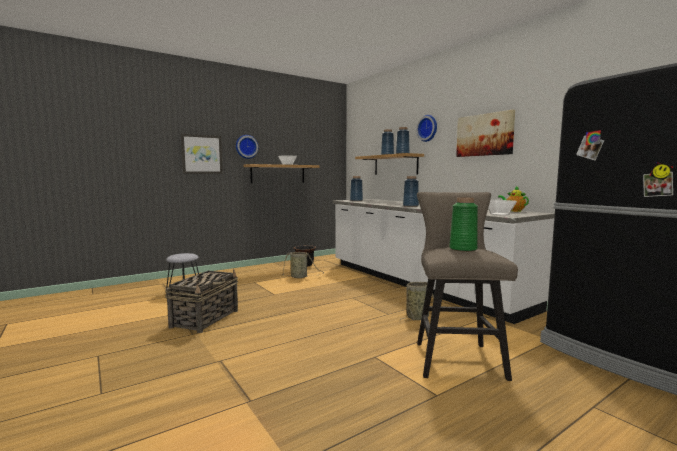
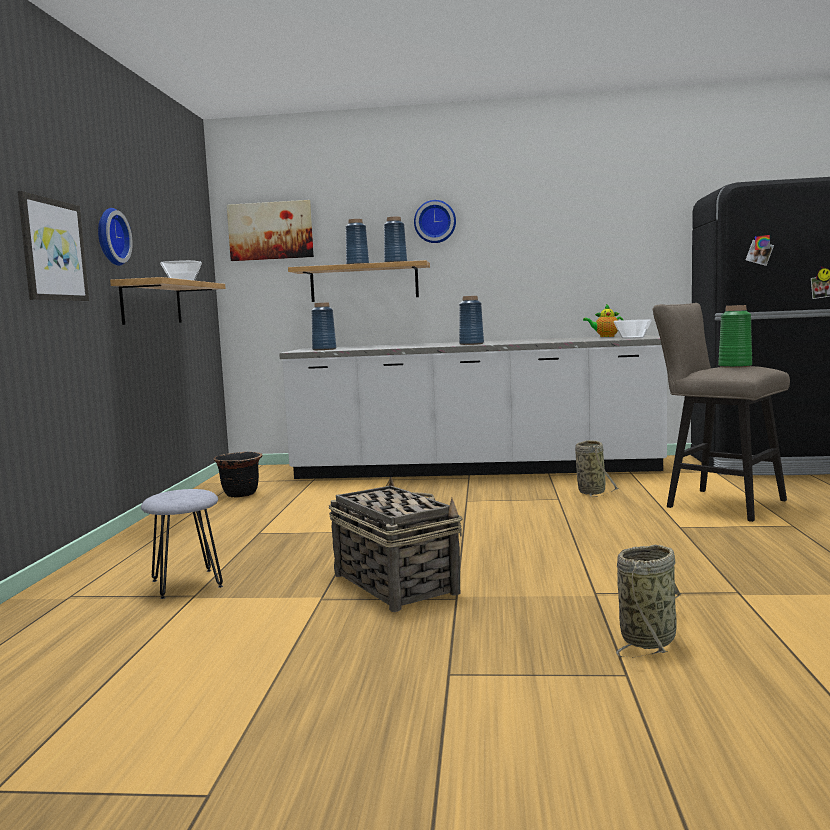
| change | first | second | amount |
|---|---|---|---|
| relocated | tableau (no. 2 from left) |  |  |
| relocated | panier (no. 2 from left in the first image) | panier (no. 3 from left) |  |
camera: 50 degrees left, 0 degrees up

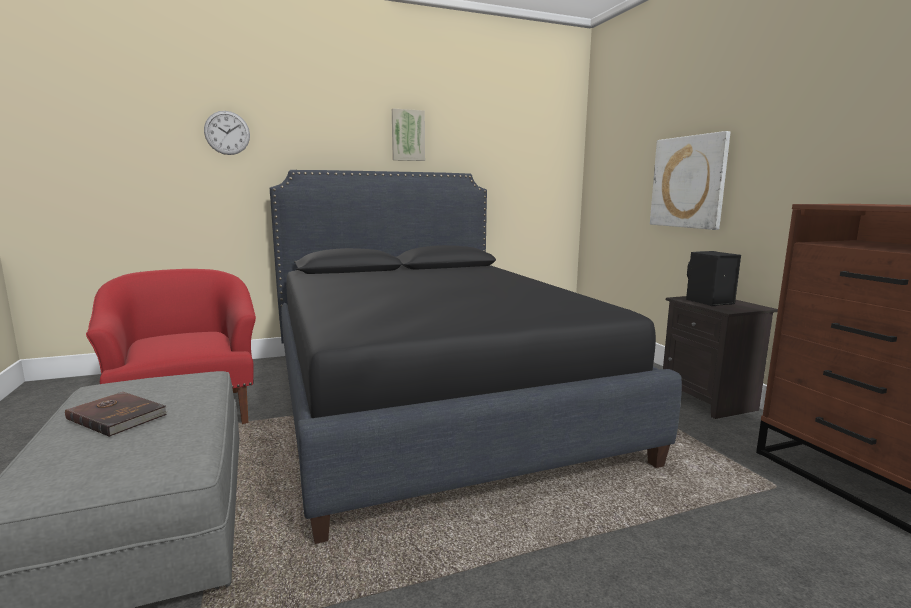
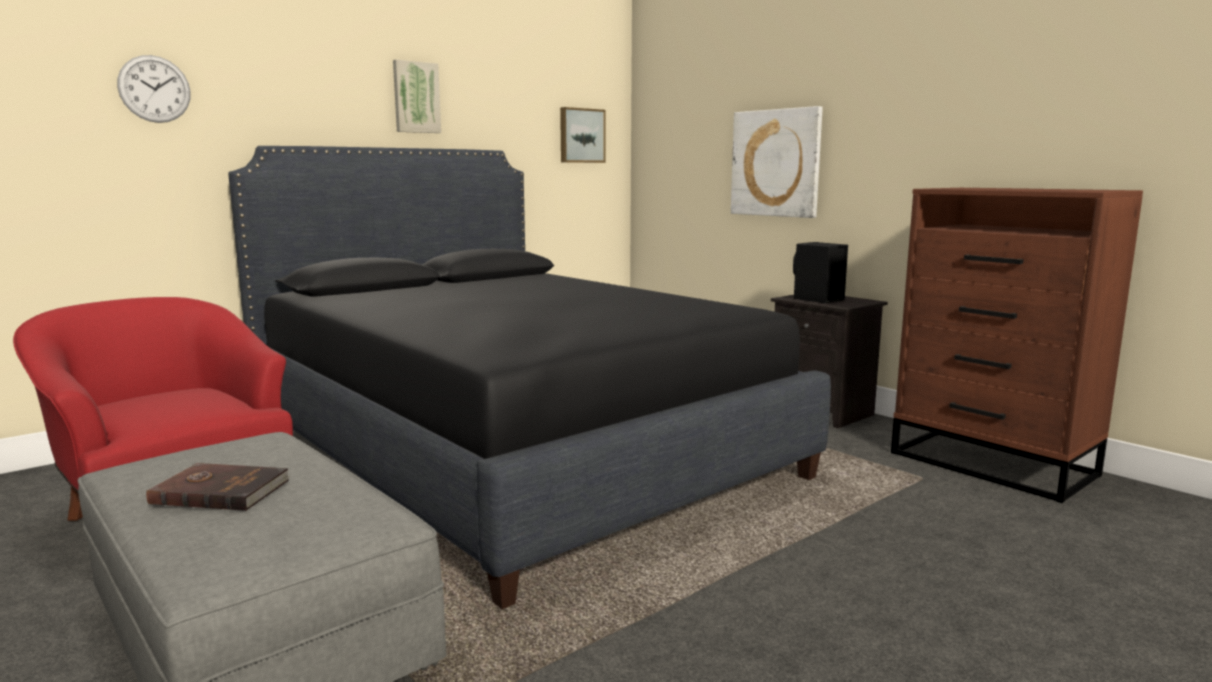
| change | first | second | amount |
|---|---|---|---|
| appeared |  | tableau (no. 2 from left) |  |
camera: 20 degrees left, 0 degrees up

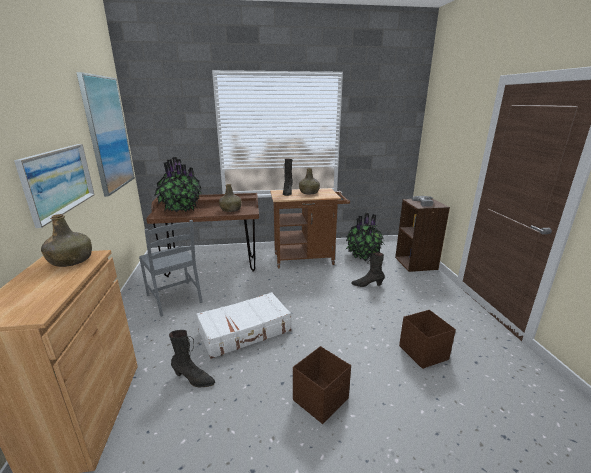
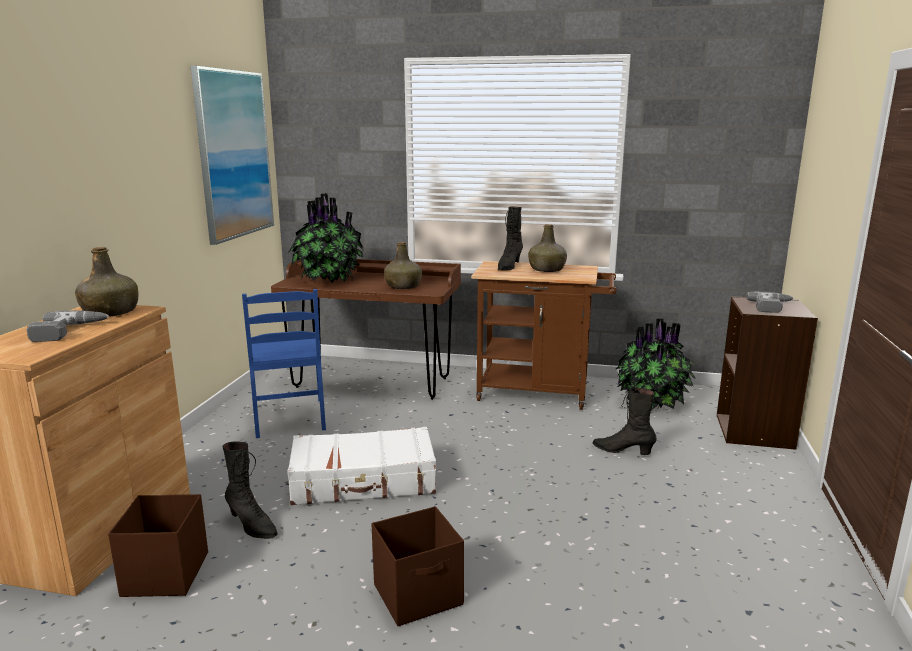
| change | first | second | amount |
|---|---|---|---|
| missing | tableau (no. 1 from left) |  |  |
| colour | chaise [gris] | chaise [bleu] |  |
| relocated | boîte de rangement [marron] (no. 2 from left in the first image) | boîte de rangement [marron] (no. 1 from left) |  |
| appeared |  | perceuse (no. 1 from left) |  |
camera: 20 degrees right, 5 degrees down

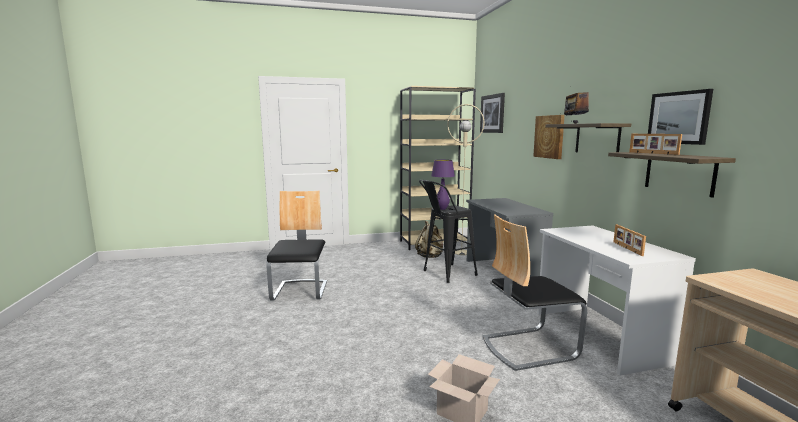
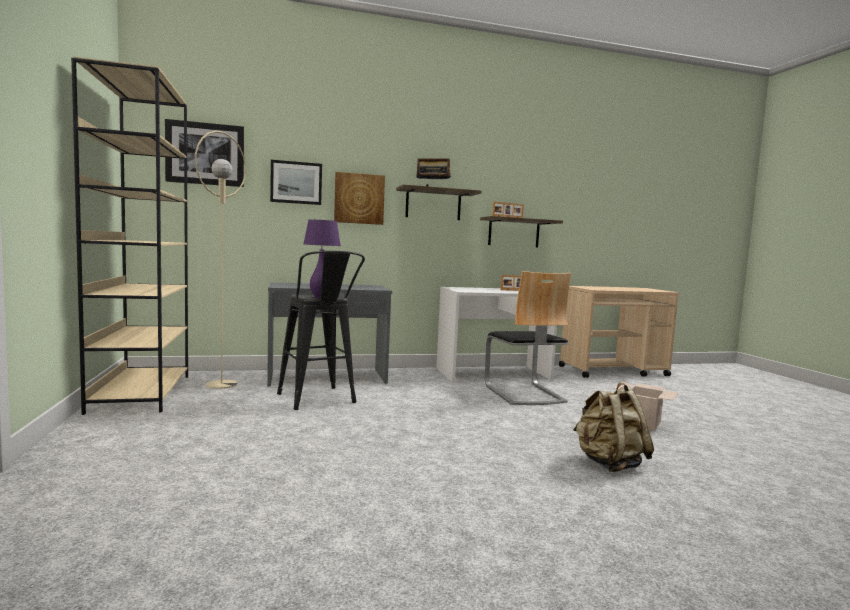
| change | first | second | amount |
|---|---|---|---|
| relocated | tableau (no. 3 from left in the first image) | tableau (no. 2 from left) |  |
| missing | chaise (no. 1 from left) |  |  |
| relocated | sac à dos [beige] |  |  |
camera: 90 degrees left, 5 degrees down

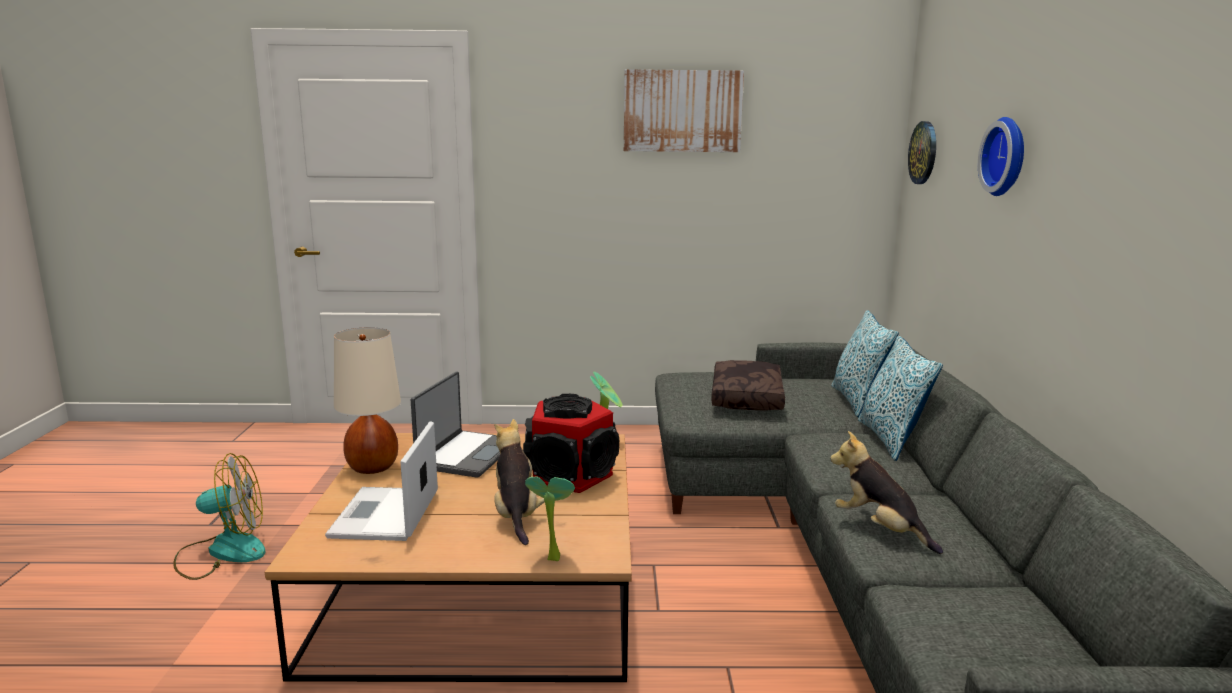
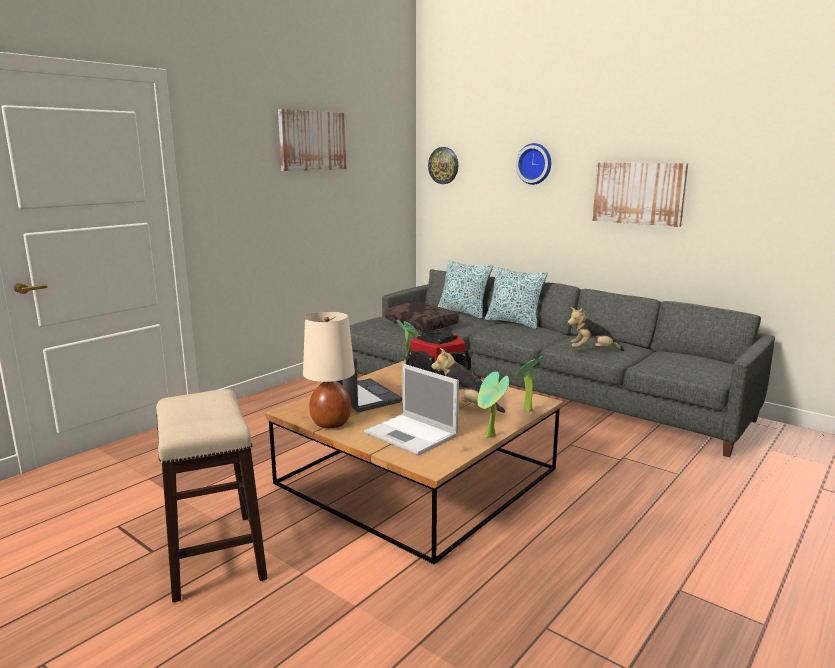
| change | first | second | amount |
|---|---|---|---|
| exchanged | ventilateur | tabouret |  |
| appeared |  | tableau (no. 2 from left) |  |
| appeared |  | plante en pot (no. 2 from left) |  |
camera: 50 degrees left, 0 degrees up

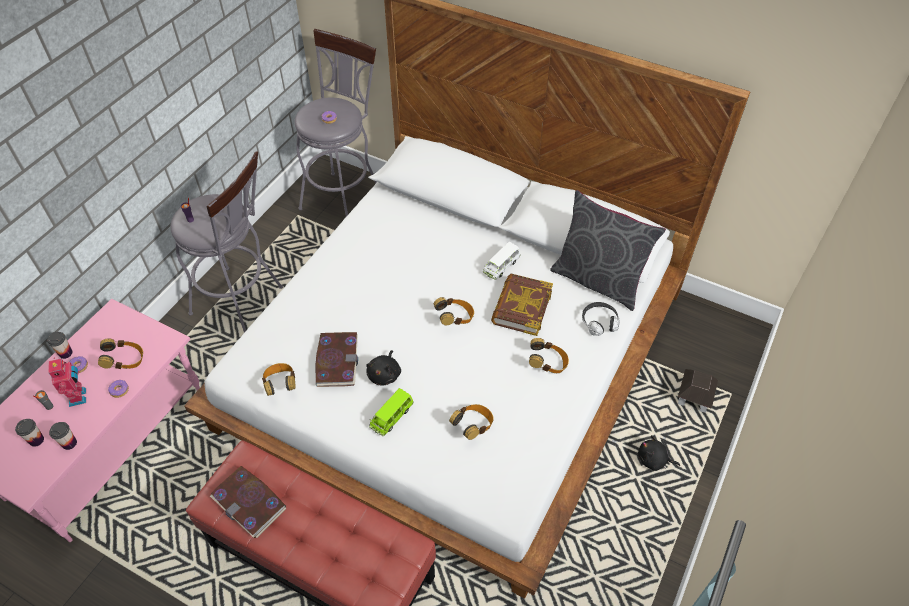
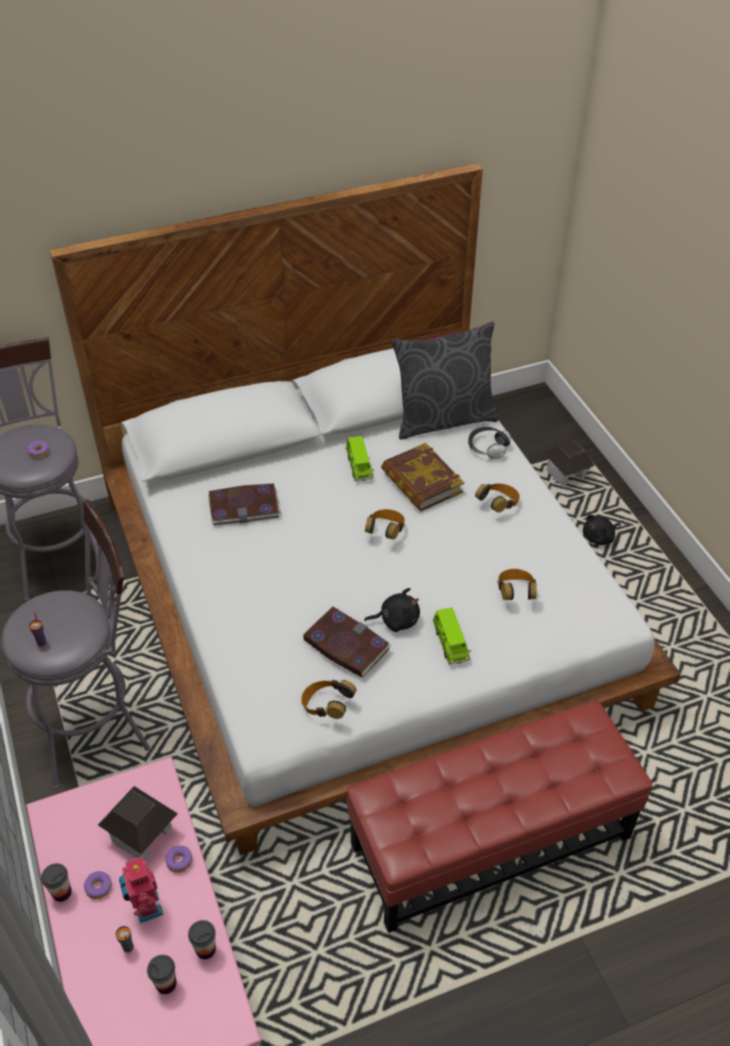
| change | first | second | amount |
|---|---|---|---|
| colour | petite voiture [blanc] | petite voiture [vert] (no. 1 from left) |  |
| exchanged | casque audio (no. 1 from left) | maison miniature (no. 1 from left) |  |
| spun | peluche [noir] (no. 1 from left) |  | 60 degrees counterclockwise |
| spun | robot jouet |  | 135 degrees counterclockwise |
| relocated | livre (no. 1 from left) |  |  |
camera: 50 degrees left, 5 degrees down

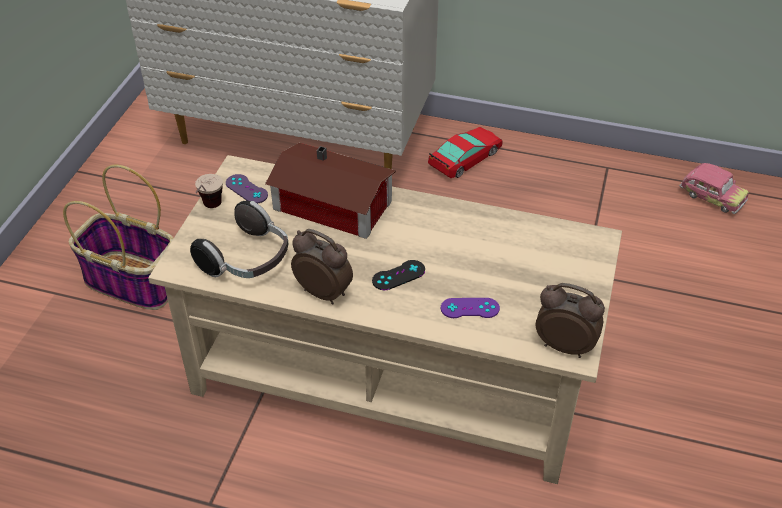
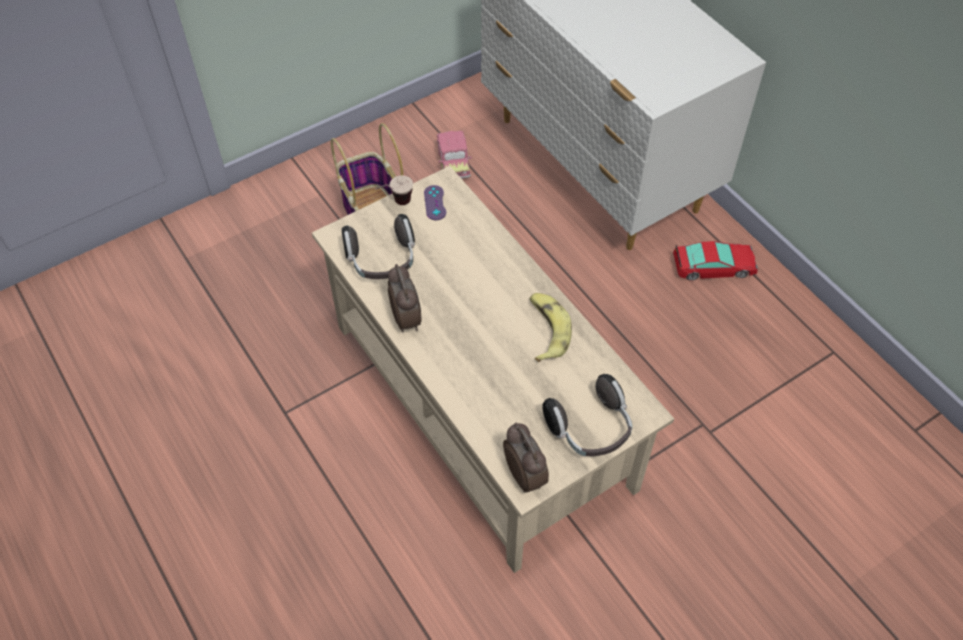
| change | first | second | amount |
|---|---|---|---|
| missing | maison miniature |  |  |
| relocated | petite voiture (no. 2 from left in the first image) | petite voiture (no. 1 from left) |  |
| missing | manette [noir] |  |  |
| missing | manette [violet] (no. 2 from left) |  |  |
| appeared |  | banane |  |
| appeared |  | casque audio (no. 2 from left) |  |
camera: 40 degrees right, 10 degrees up

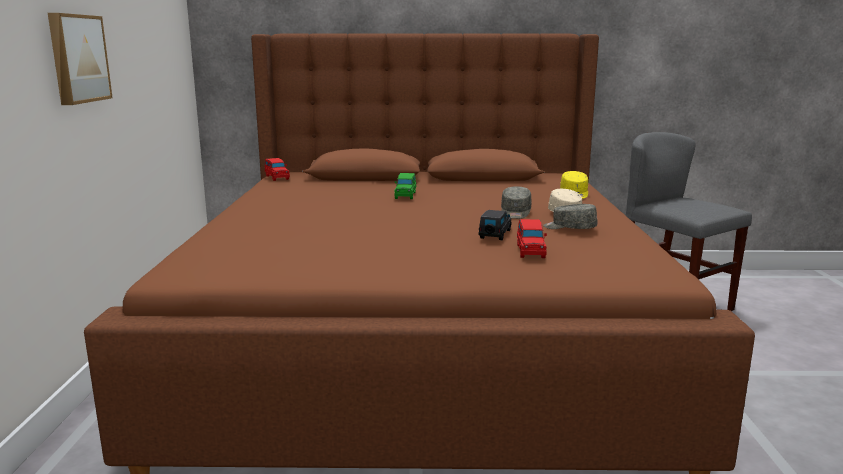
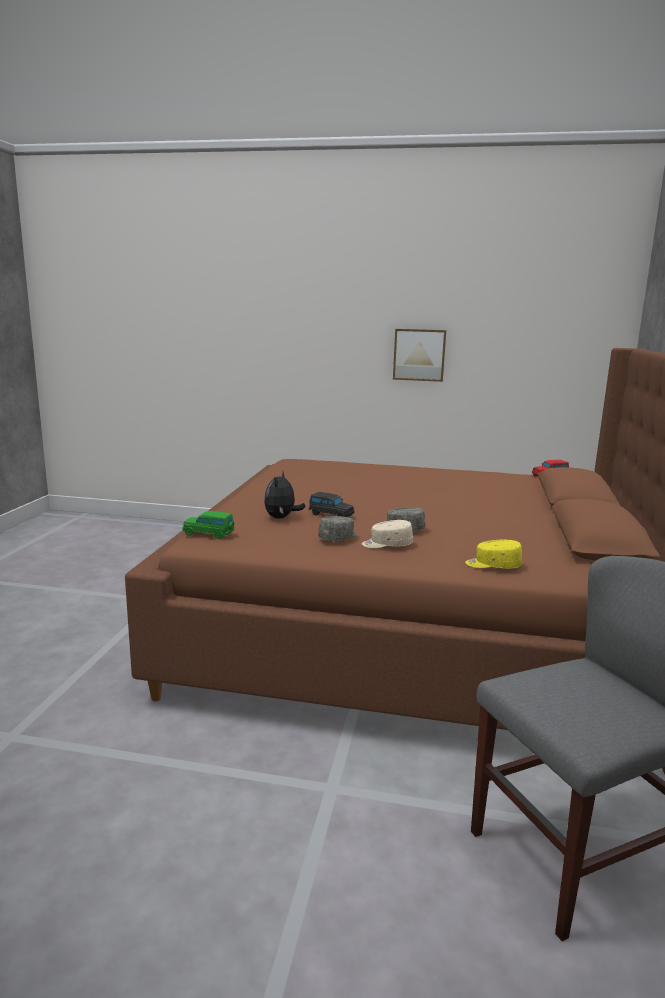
| change | first | second | amount |
|---|---|---|---|
| relocated | petite voiture [vert] |  |  |
| exchanged | petite voiture [rouge] (no. 2 from left) | peluche |  |
camera: 100 degrees right, 0 degrees up

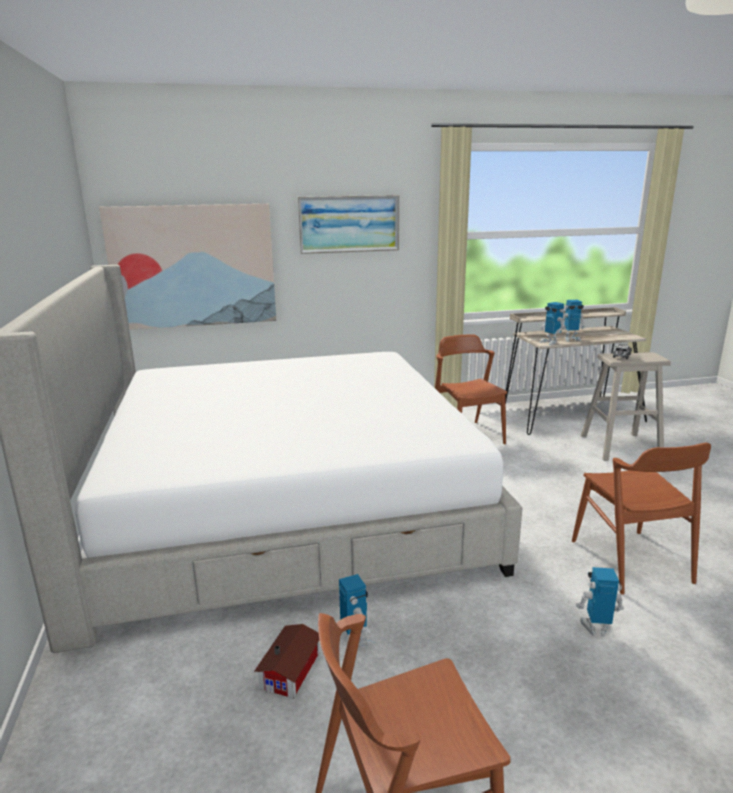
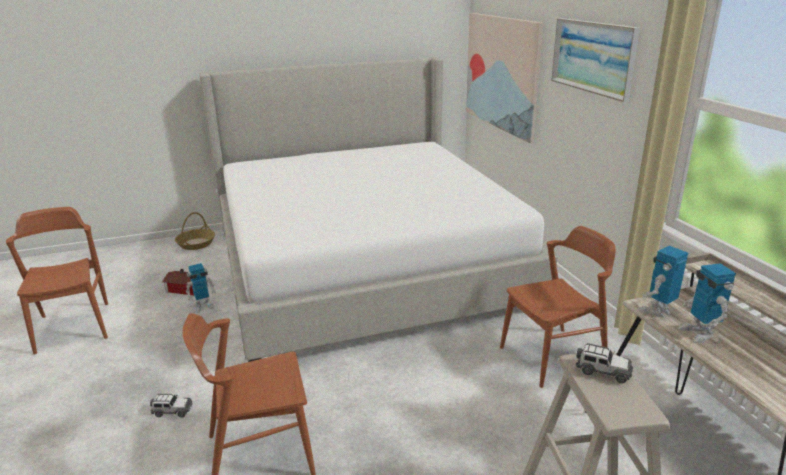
| change | first | second | amount |
|---|---|---|---|
| exchanged | robot jouet (no. 4 from left) | petite voiture (no. 1 from left) |  |
| appeared |  | panier |  |
camera: 85 degrees right, 5 degrees up

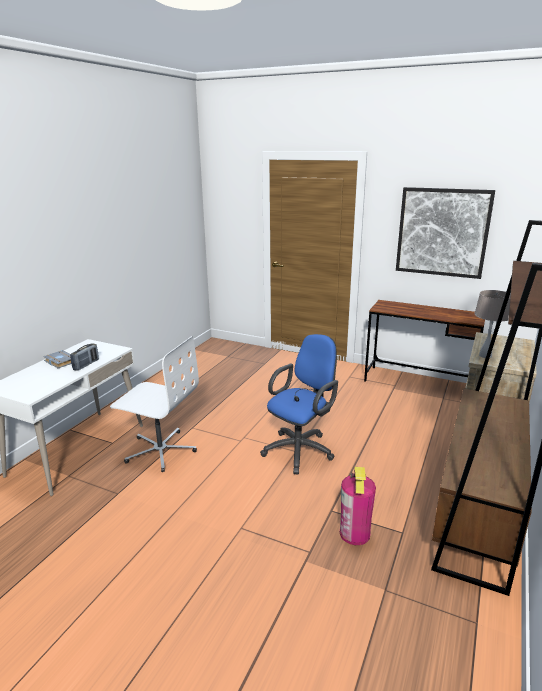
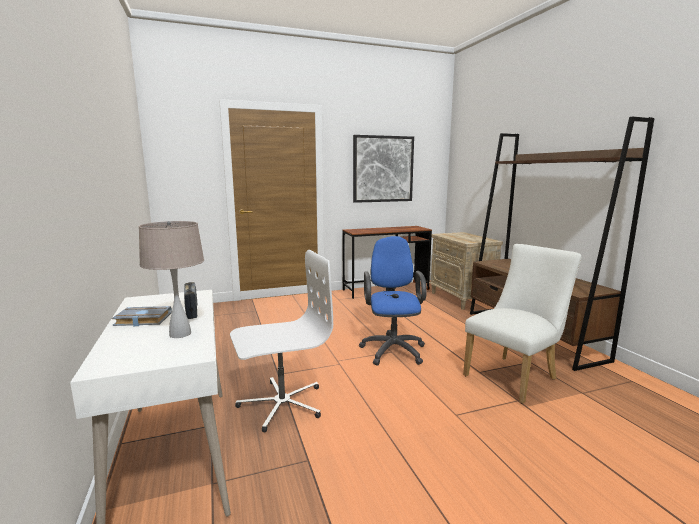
| change | first | second | amount |
|---|---|---|---|
| relocated | lampe de table [beige] |  |  |
| exchanged | extincteur | chaise [blanc] |  |
camera: 45 degrees left, 10 degrees down

